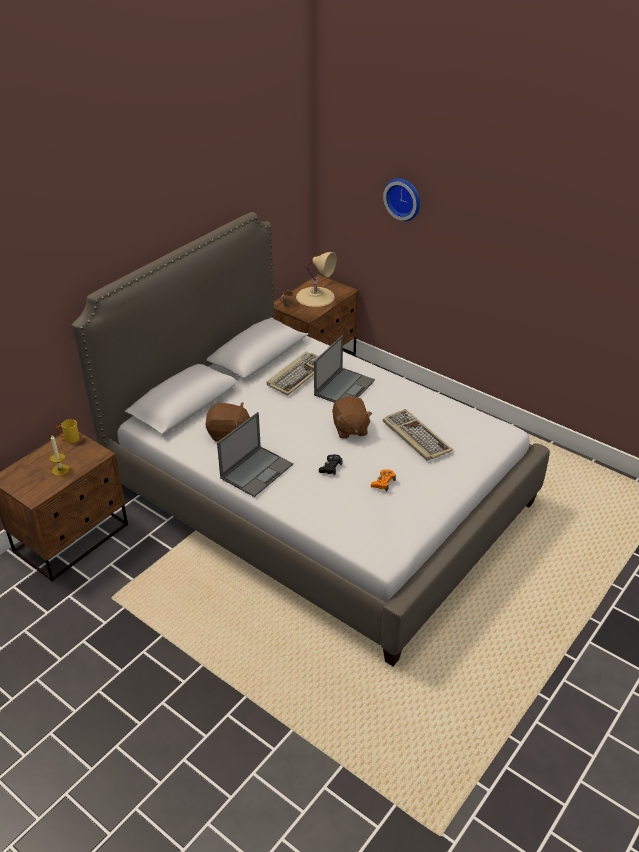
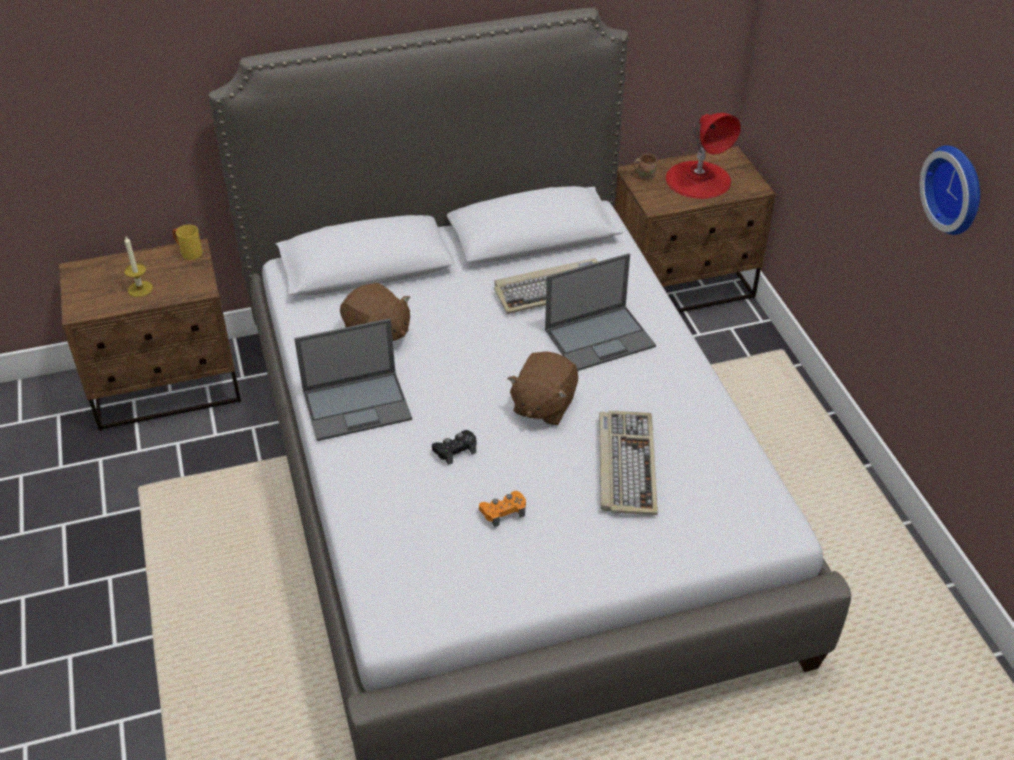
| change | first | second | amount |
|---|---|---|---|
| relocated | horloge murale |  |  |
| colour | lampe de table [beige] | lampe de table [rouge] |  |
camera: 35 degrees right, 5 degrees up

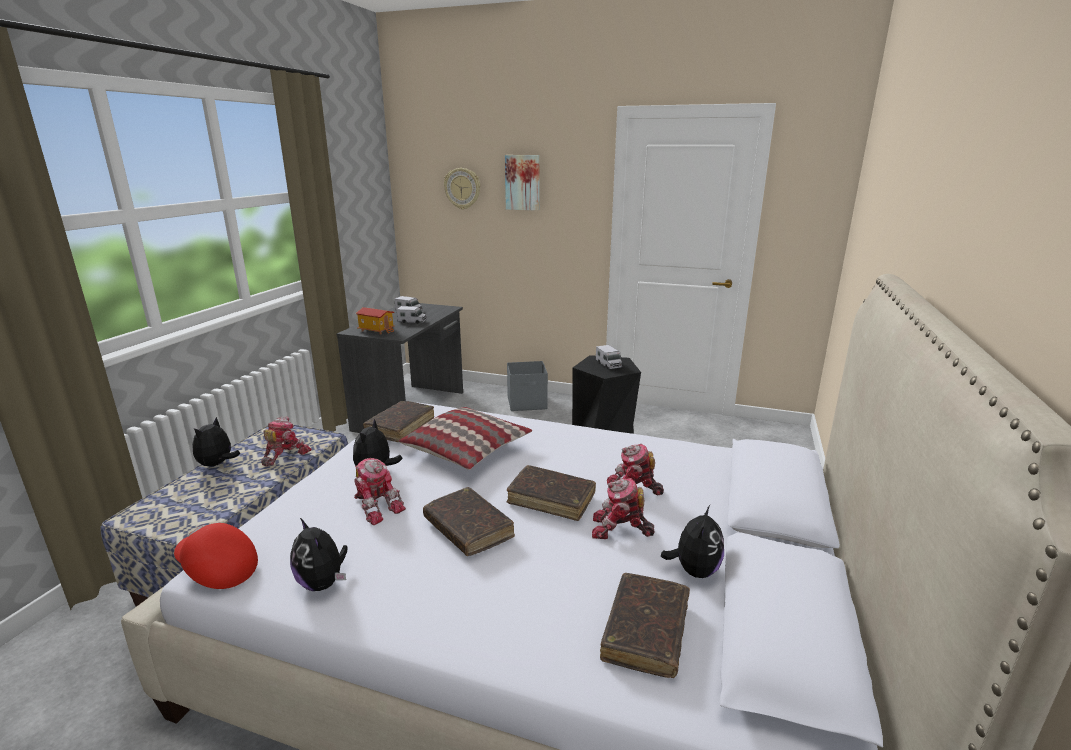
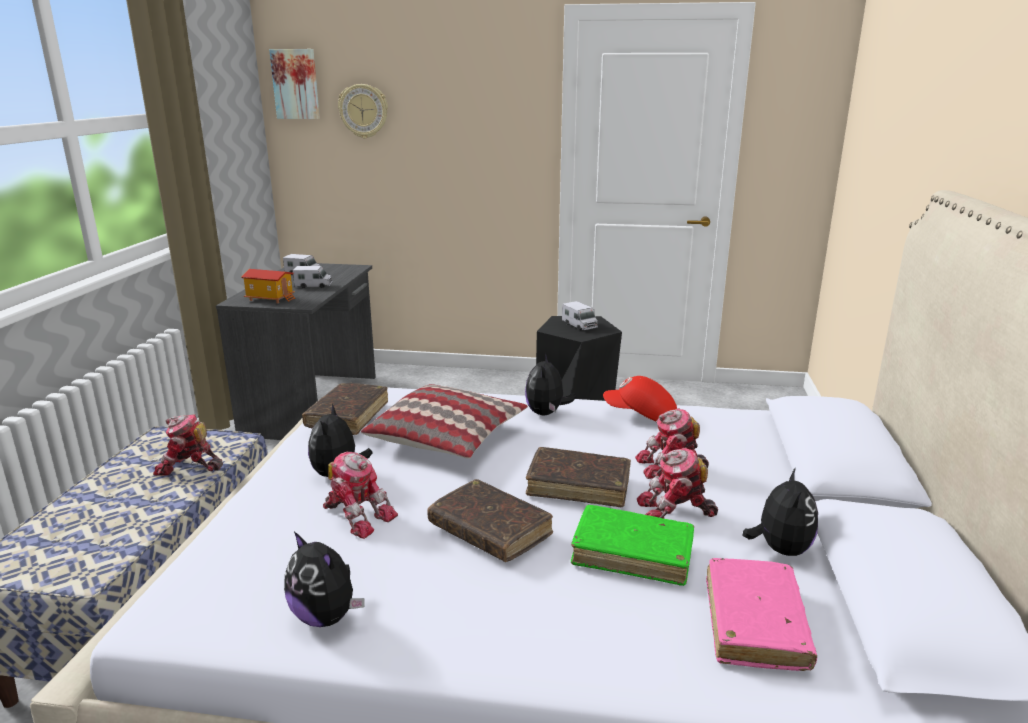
| change | first | second | amount |
|---|---|---|---|
| relocated | tableau |  |  |
| missing | boîte de rangement [gris] |  |  |
| relocated | peluche (no. 1 from left in the first image) | peluche (no. 3 from left) |  |
| spun | robot jouet (no. 1 from left) |  | 105 degrees counterclockwise |
| relocated | casquette [rouge] |  |  |
| colour | livre [marron] (no. 4 from left) | livre [rose] |  |
| appeared |  | livre [vert] |  |
camera: 10 degrees left, 0 degrees up

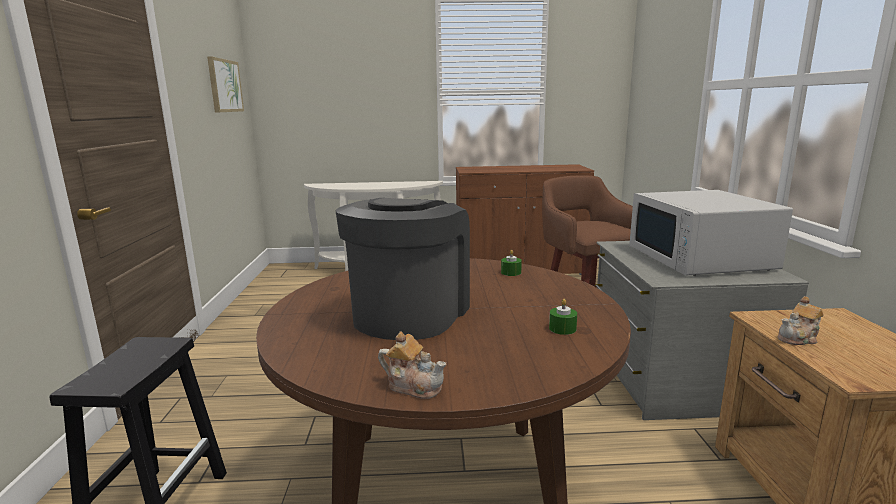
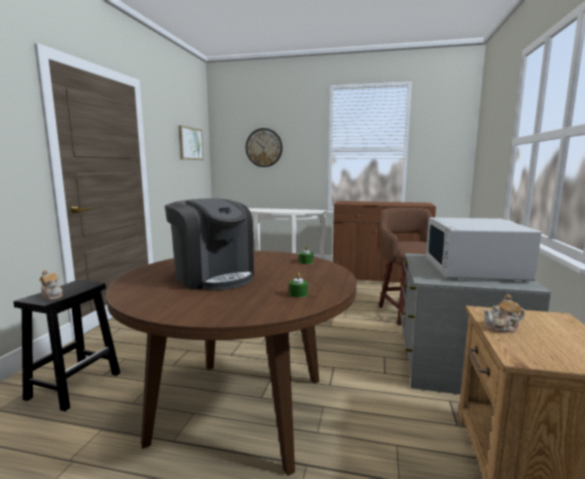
| change | first | second | amount |
|---|---|---|---|
| spun | machine à café |  | 105 degrees clockwise |
| relocated | théière (no. 1 from left) |  |  |
| appeared |  | horloge murale |  |
camera: 15 degrees right, 5 degrees down

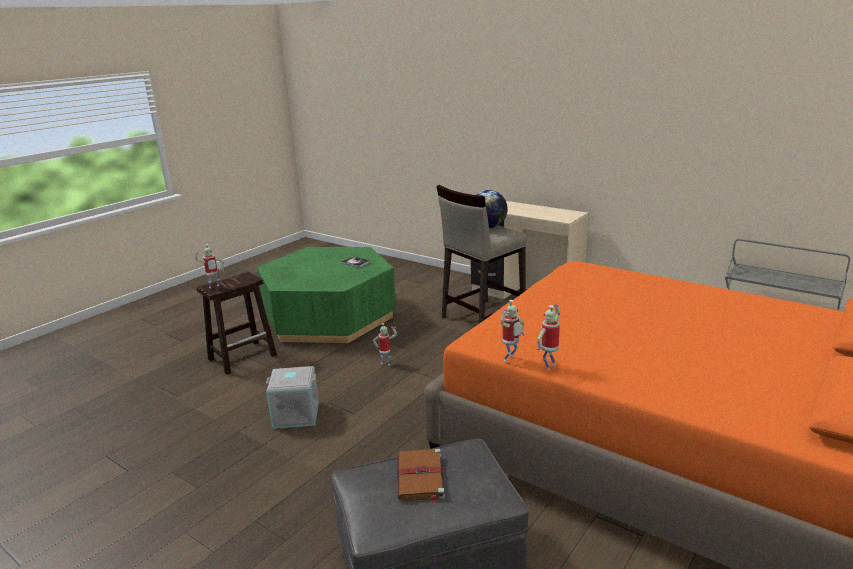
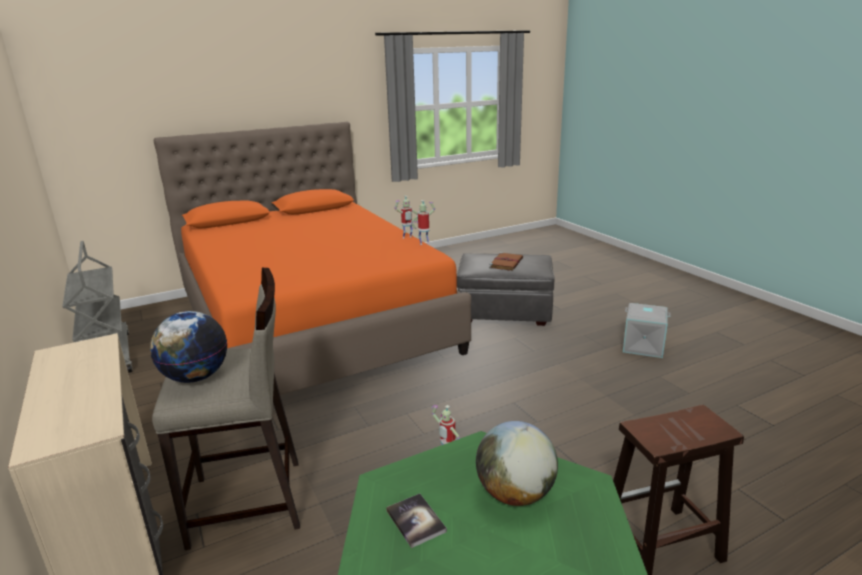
| change | first | second | amount |
|---|---|---|---|
| missing | robot jouet (no. 1 from left) |  |  |
| relocated | boîte de rangement [gris] |  |  |
| appeared |  | globe (no. 2 from left) |  |
camera: 155 degrees left, 0 degrees up

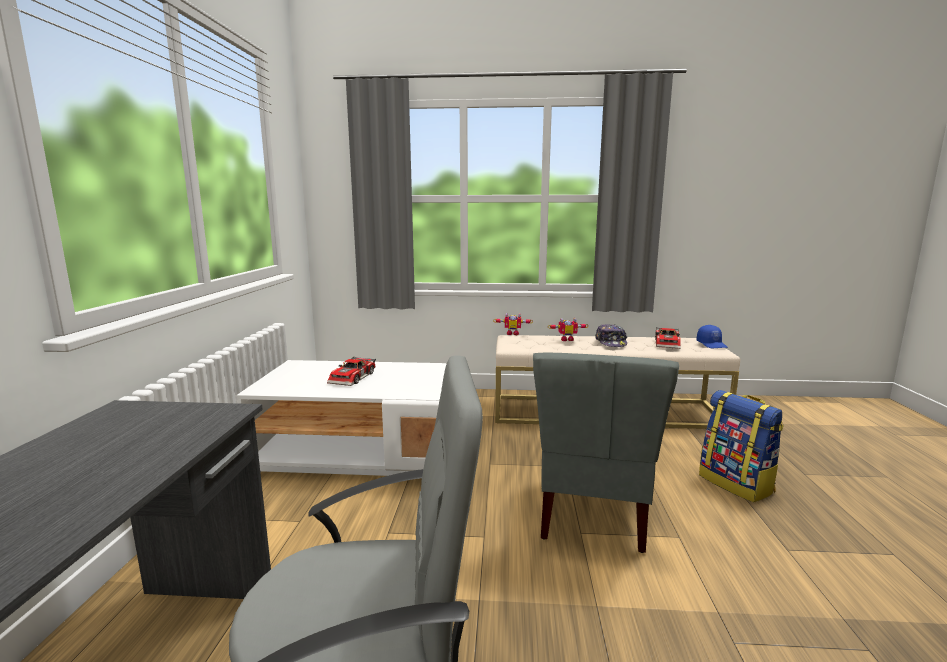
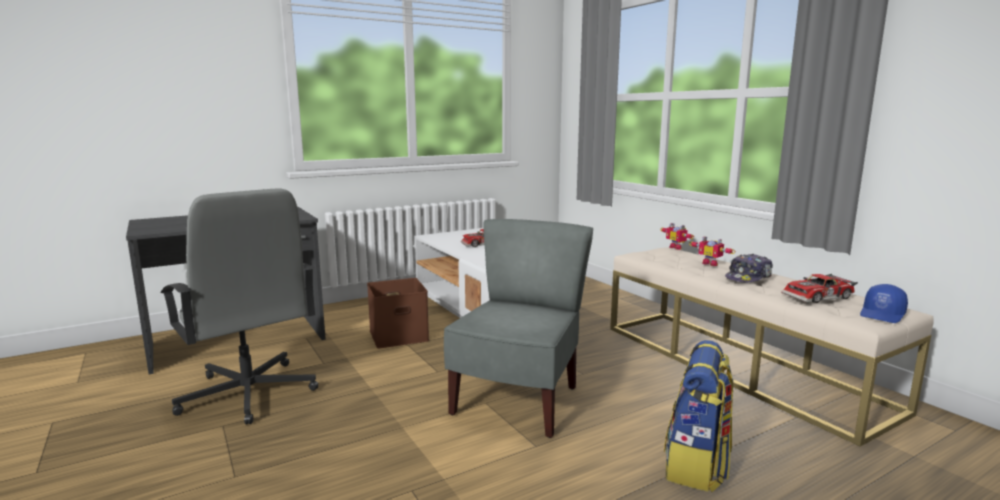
| change | first | second | amount |
|---|---|---|---|
| spun | chaise [gris] |  | 135 degrees clockwise |
| appeared |  | boîte de rangement [marron] |  |
camera: 55 degrees right, 0 degrees up

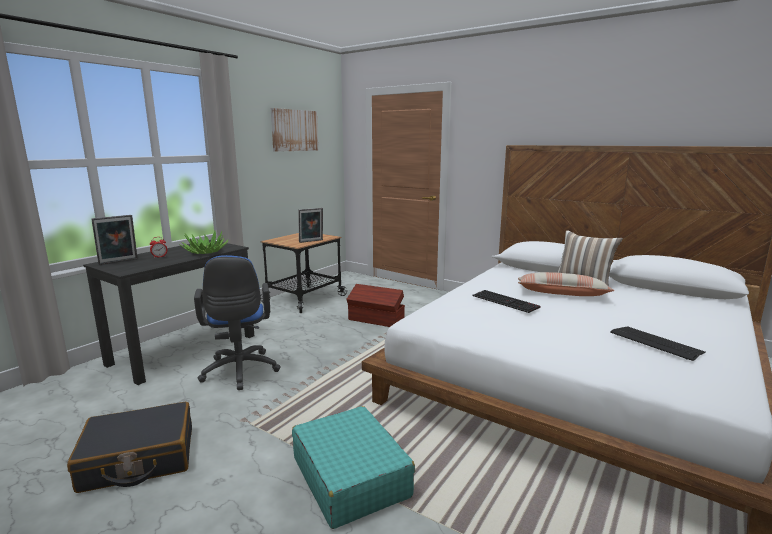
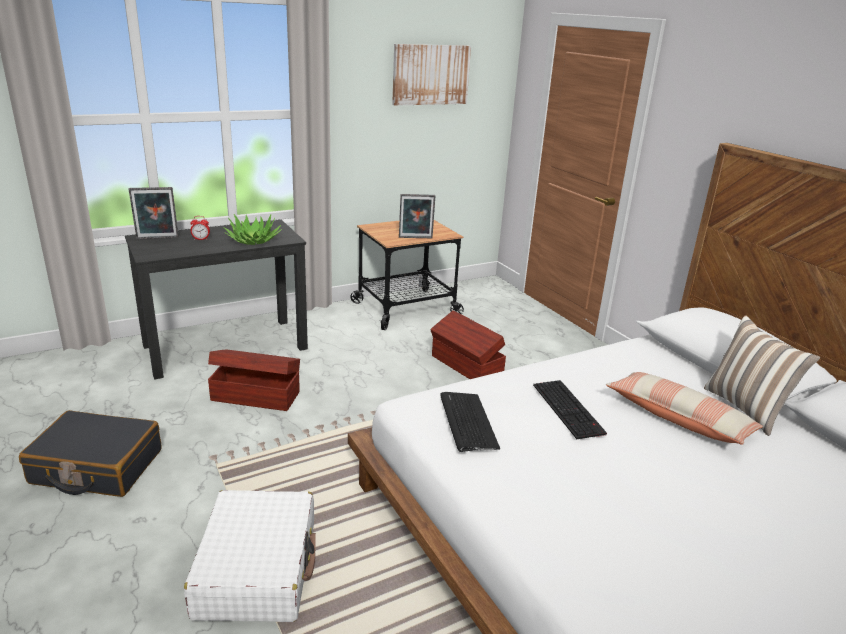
| change | first | second | amount |
|---|---|---|---|
| exchanged | chaise de bureau [bleu] | boîte de rangement [marron] (no. 1 from left) |  |
| relocated | clavier (no. 2 from left in the first image) | clavier (no. 1 from left) |  |
| colour | valise [turquoise] | valise [blanc] |  |
camera: 25 degrees right, 10 degrees up

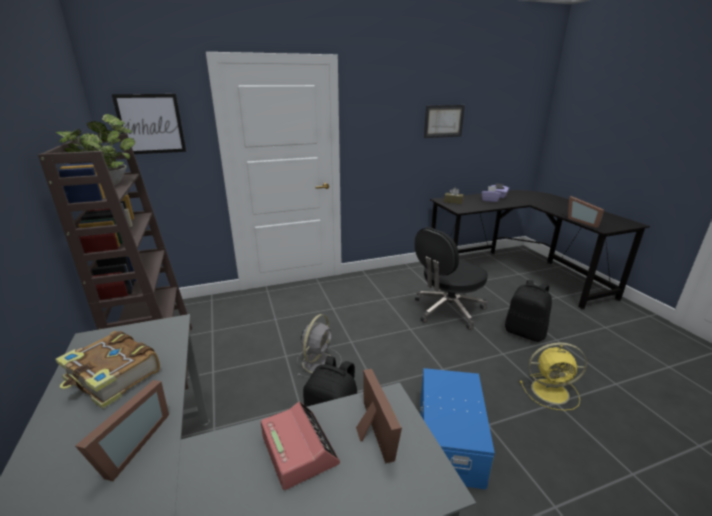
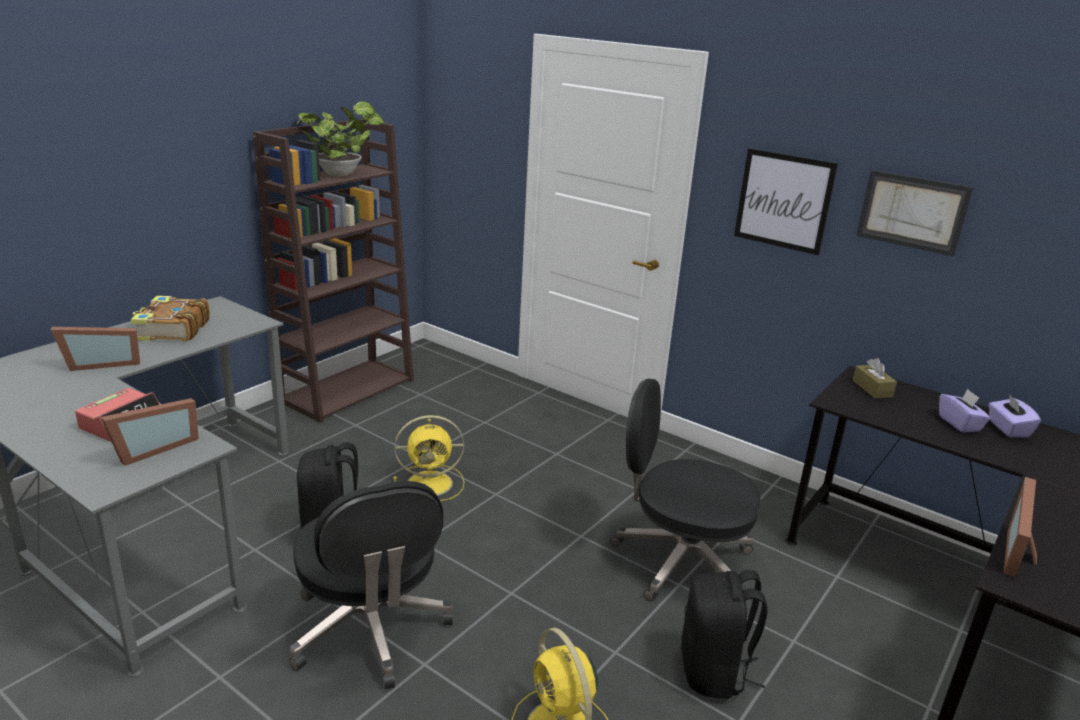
| change | first | second | amount |
|---|---|---|---|
| relocated | tableau (no. 1 from left) |  |  |
| colour | ventilateur [gris] | ventilateur [jaune] (no. 1 from left) |  |
| exchanged | boîte de rangement [bleu] | chaise de bureau [noir] (no. 1 from left) |  |
camera: 55 degrees right, 0 degrees up

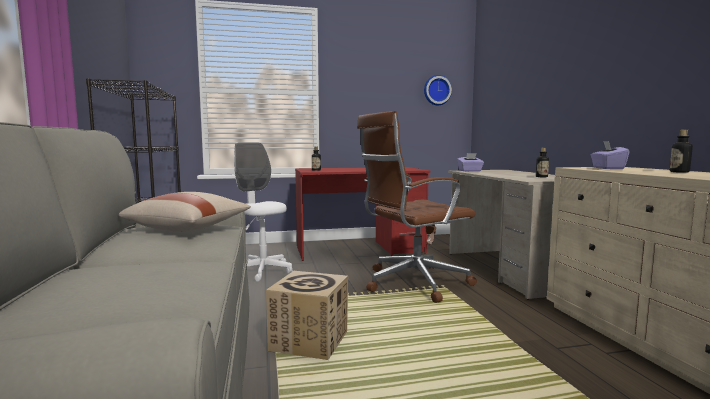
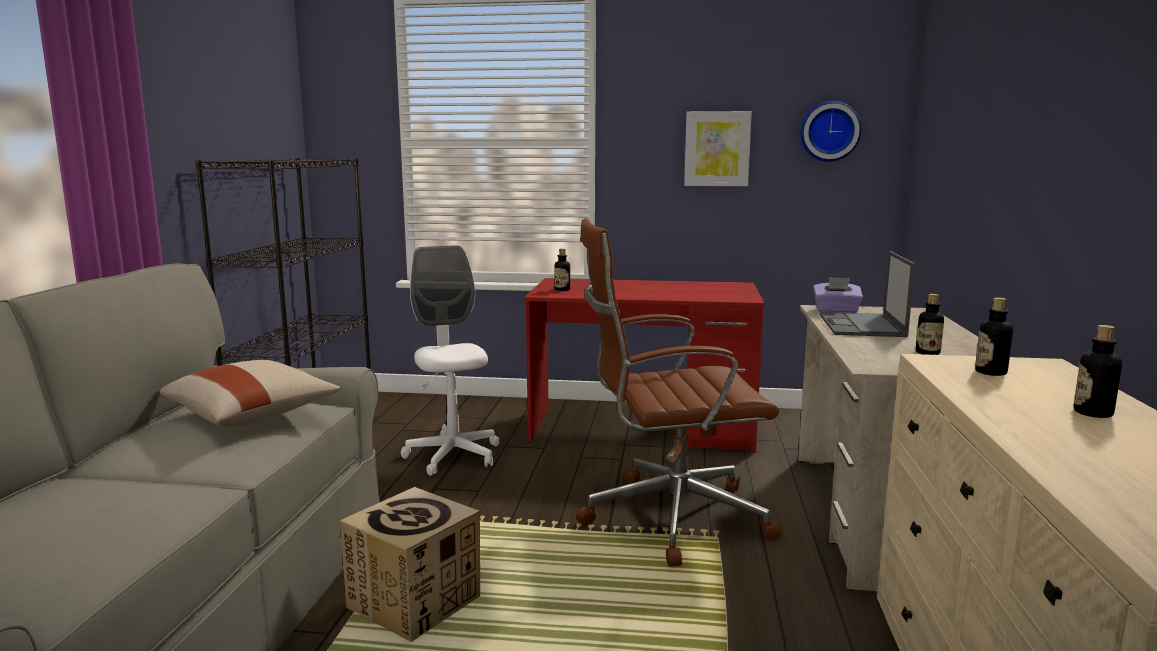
| change | first | second | amount |
|---|---|---|---|
| exchanged | boîte à mouchoirs [violet] (no. 2 from left) | bouteille (no. 3 from left) |  |
| appeared |  | tableau |  |
| appeared |  | ordinateur portable |  |
camera: 20 degrees right, 5 degrees up

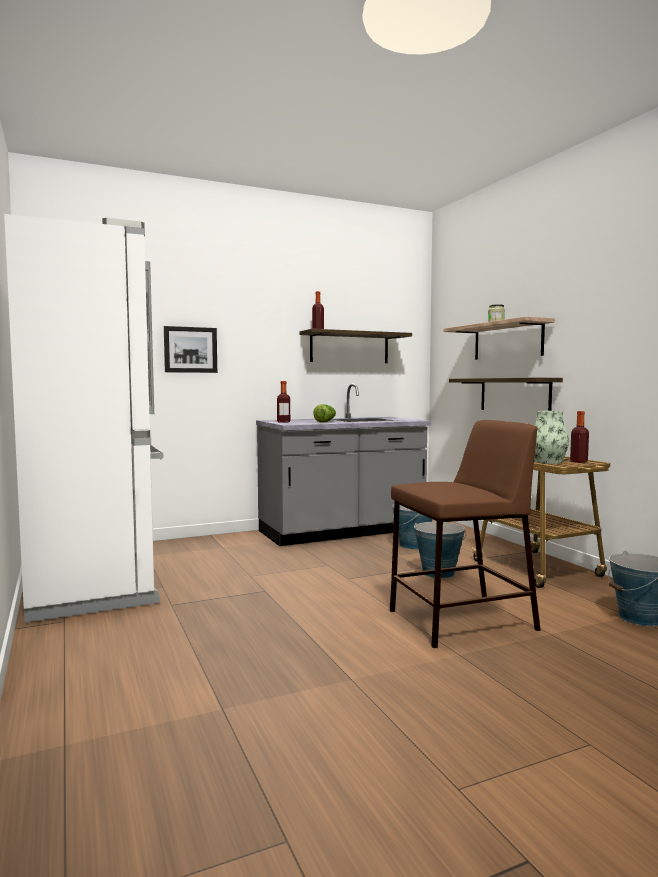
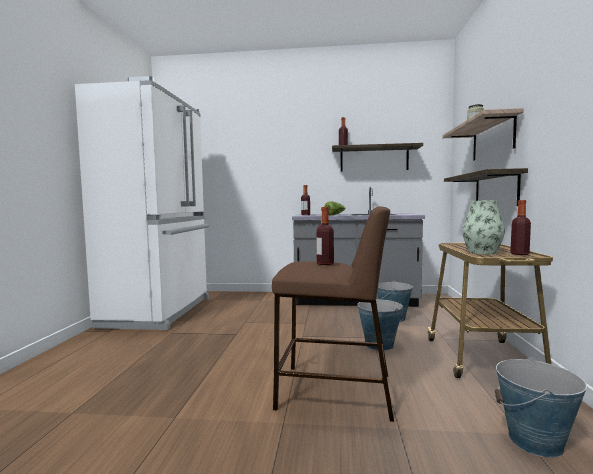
| change | first | second | amount |
|---|---|---|---|
| missing | tableau |  |  |
| appeared |  | bouteille (no. 2 from left) |  |
camera: 30 degrees right, 0 degrees up

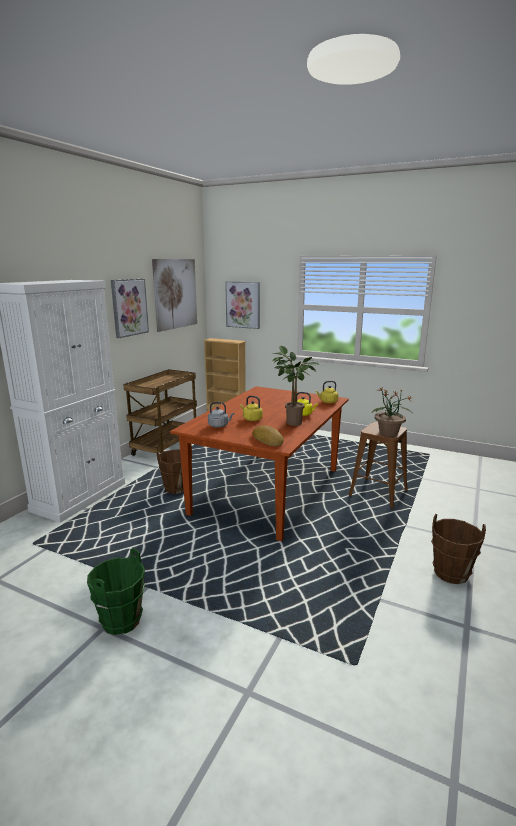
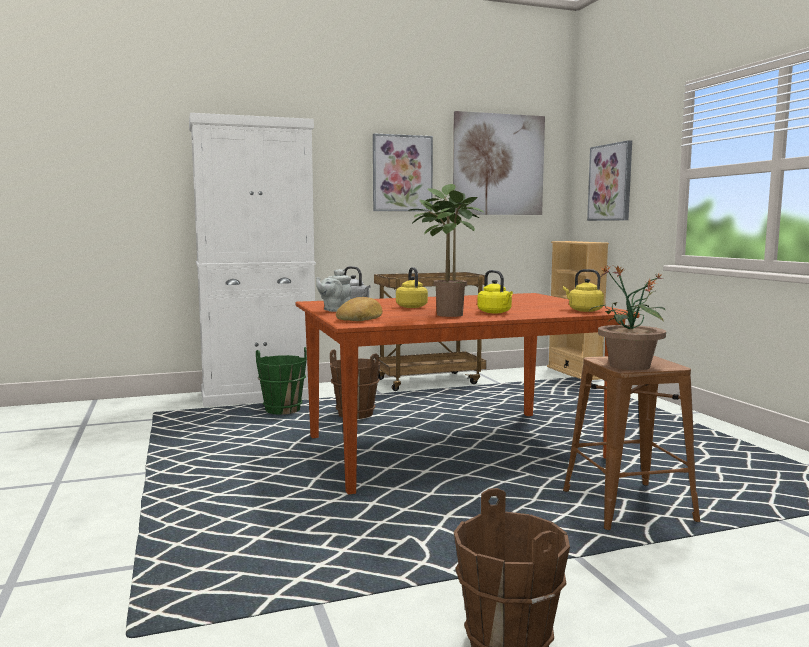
| change | first | second | amount |
|---|---|---|---|
| relocated | seau [vert] |  |  |
| appeared |  | théière [gris] |  |
camera: 45 degrees right, 10 degrees down

